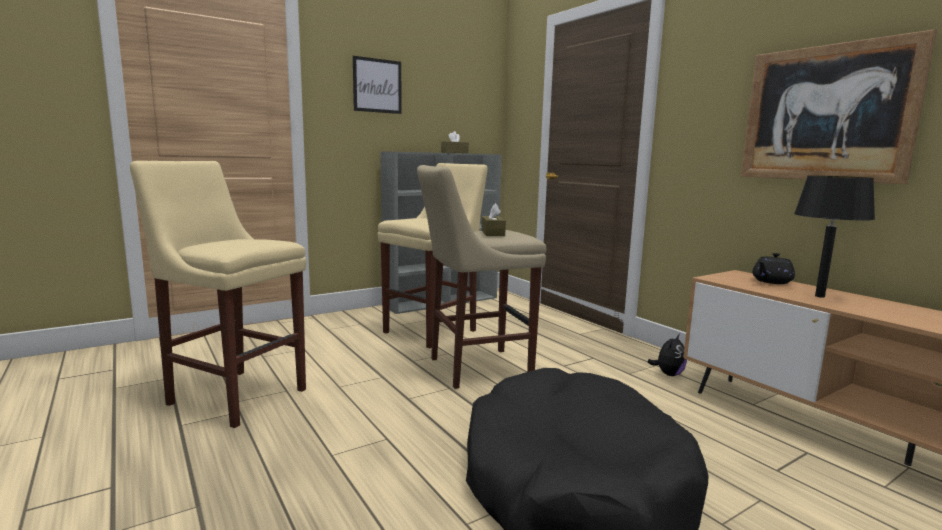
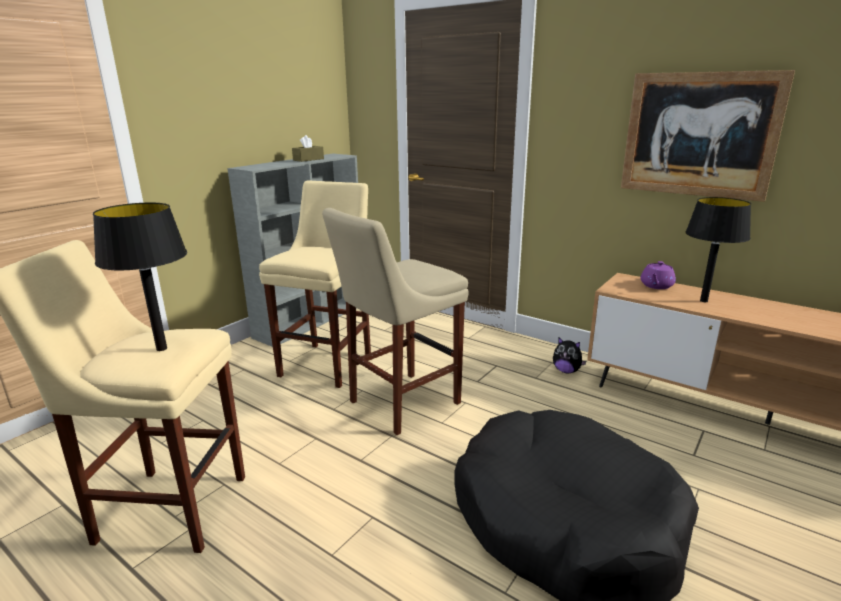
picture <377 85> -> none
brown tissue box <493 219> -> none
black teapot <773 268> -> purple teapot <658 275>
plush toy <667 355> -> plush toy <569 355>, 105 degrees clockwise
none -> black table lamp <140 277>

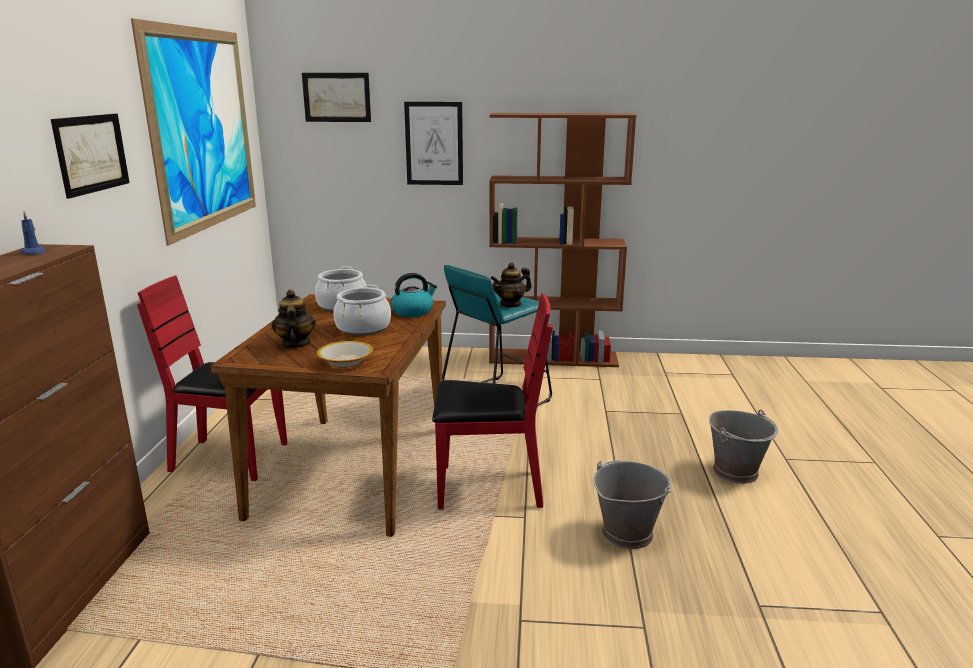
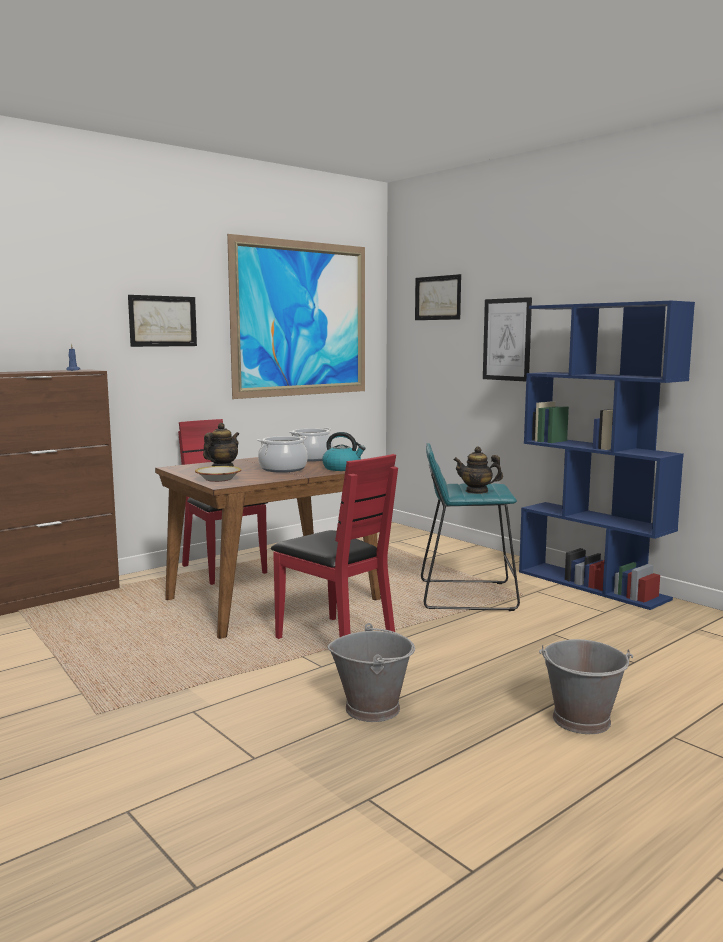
brown bookcase <562 240> -> blue bookcase <607 455>

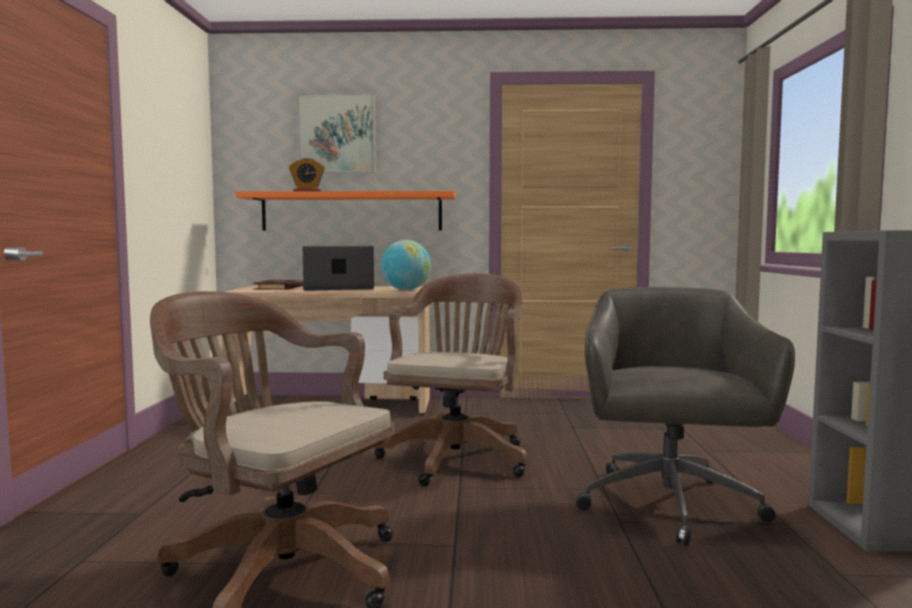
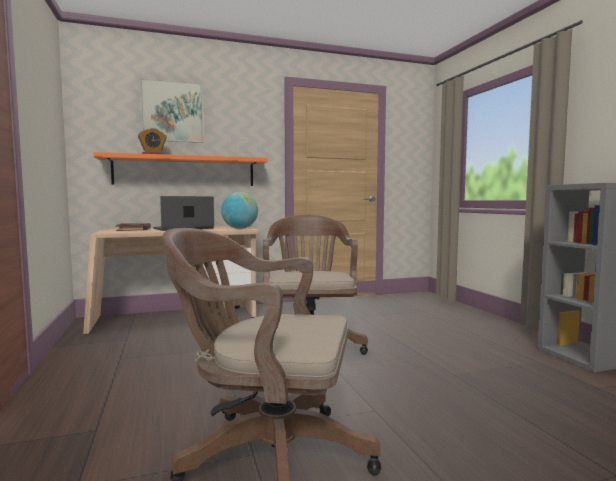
grey office chair <685 416> -> none

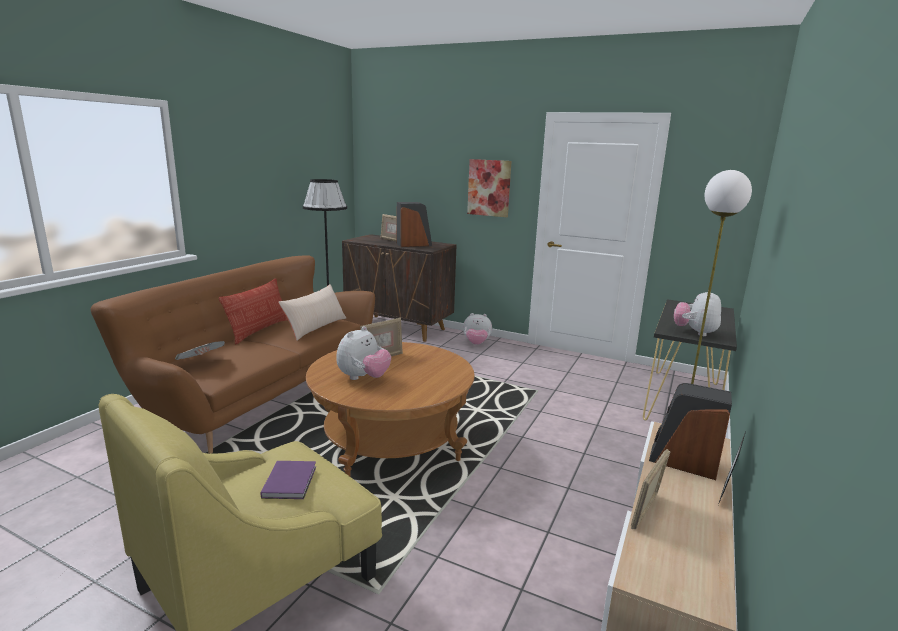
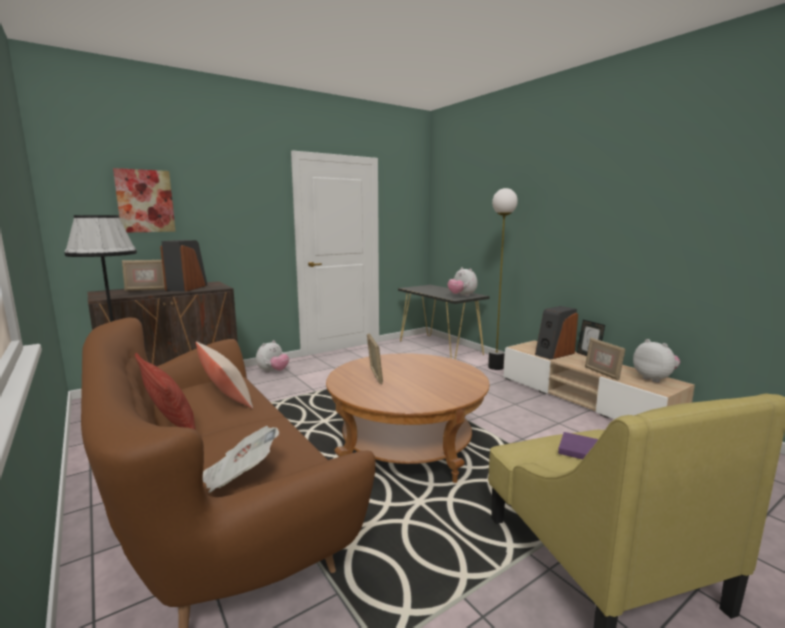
picture <489 188> -> picture <144 200>, shifted
plush toy <363 353> -> plush toy <656 361>, shifted

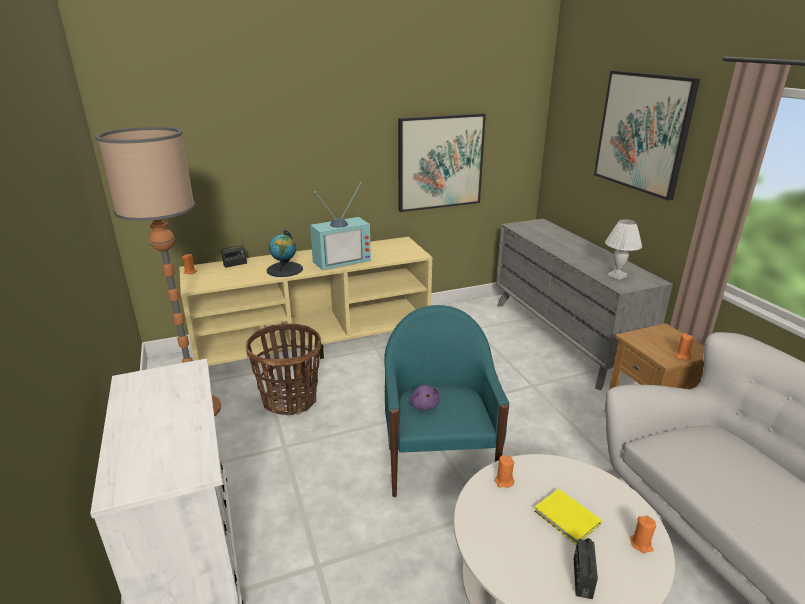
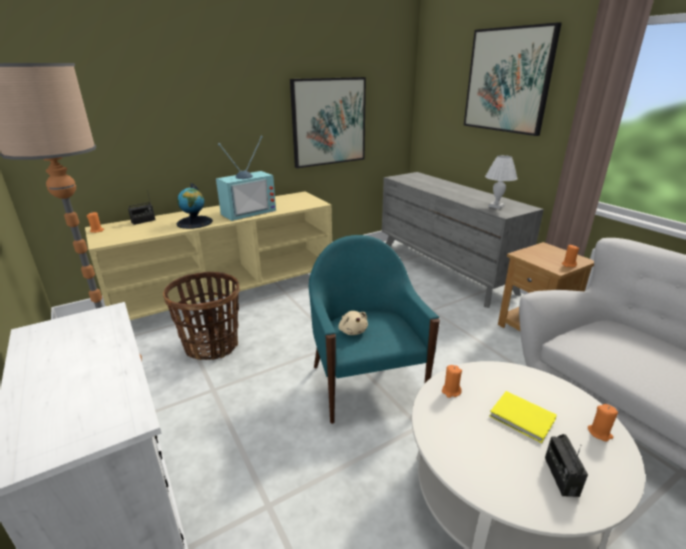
purple plush toy <424 397> -> beige plush toy <353 323>

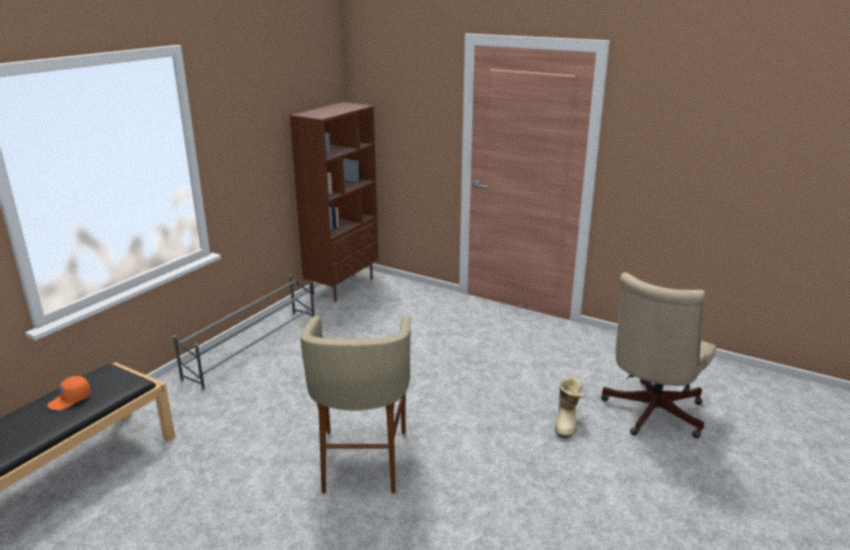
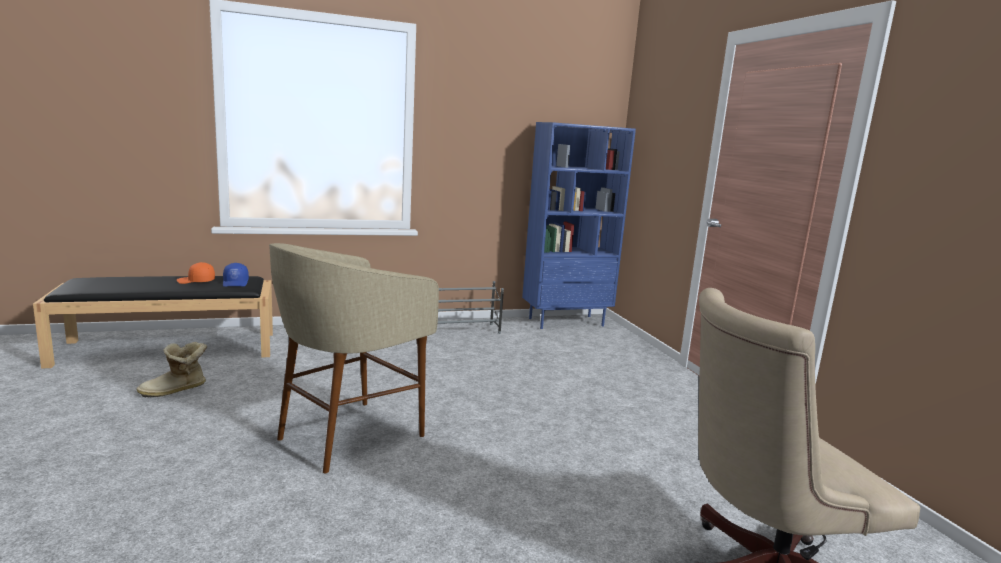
brown bookcase <334 202> -> blue bookcase <579 225>
boot <570 407> -> boot <172 369>, shifted
none -> blue cap <236 275>

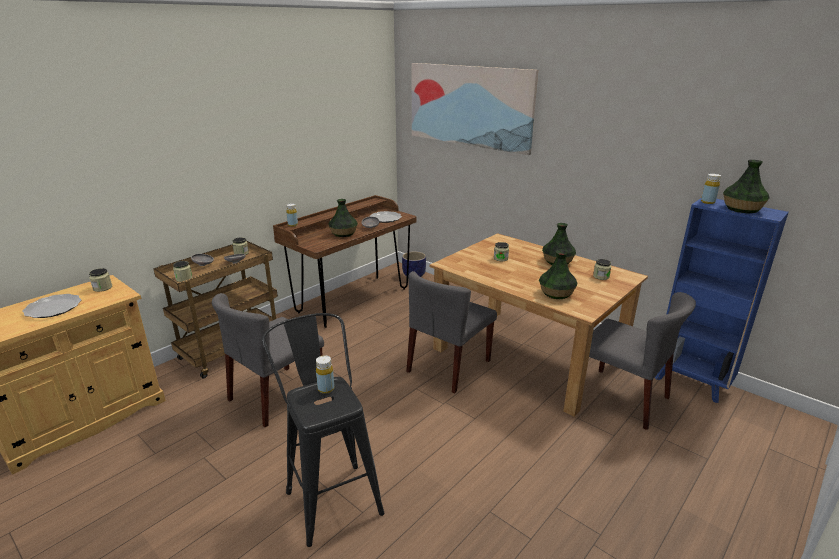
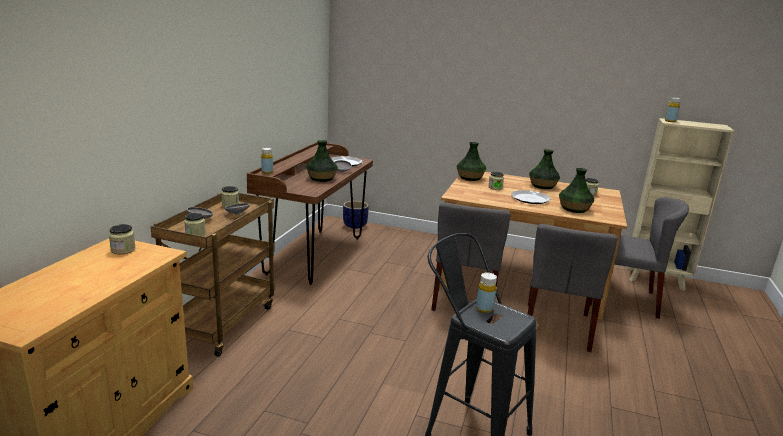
picture <474 109> -> none
vase <746 186> -> vase <471 161>, shifted
blue bookcase <722 300> -> beige bookcase <681 204>
grey chair <268 360> -> grey chair <572 288>, shifted
plate <51 306> -> plate <531 197>, shifted

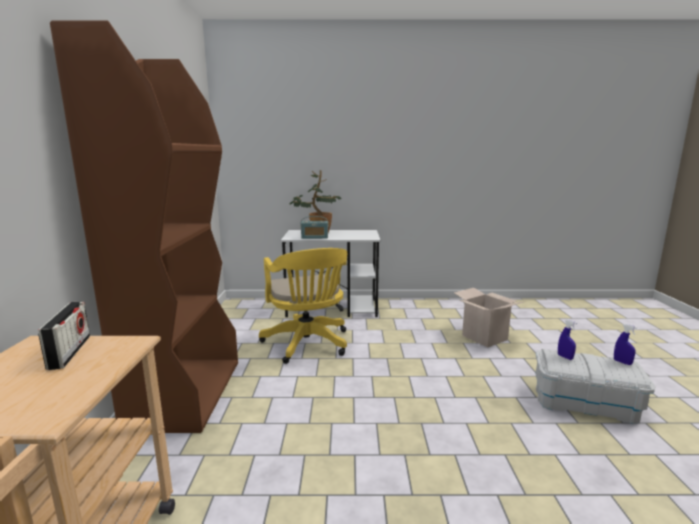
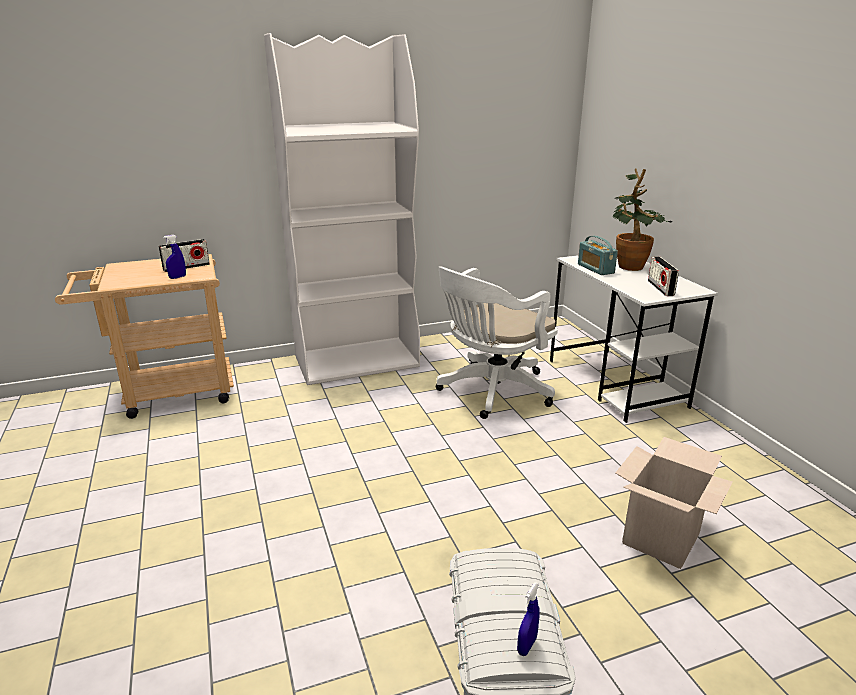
brown bookcase <144 226> -> white bookcase <342 209>
yellow office chair <303 306> -> white office chair <497 343>
blue spray bottle <567 340> -> blue spray bottle <174 257>, shifted
none -> radio <663 276>

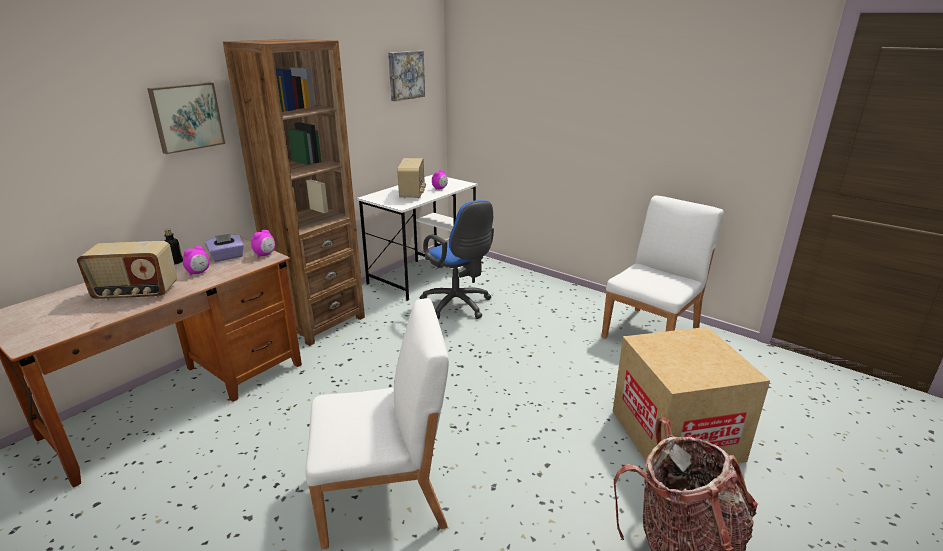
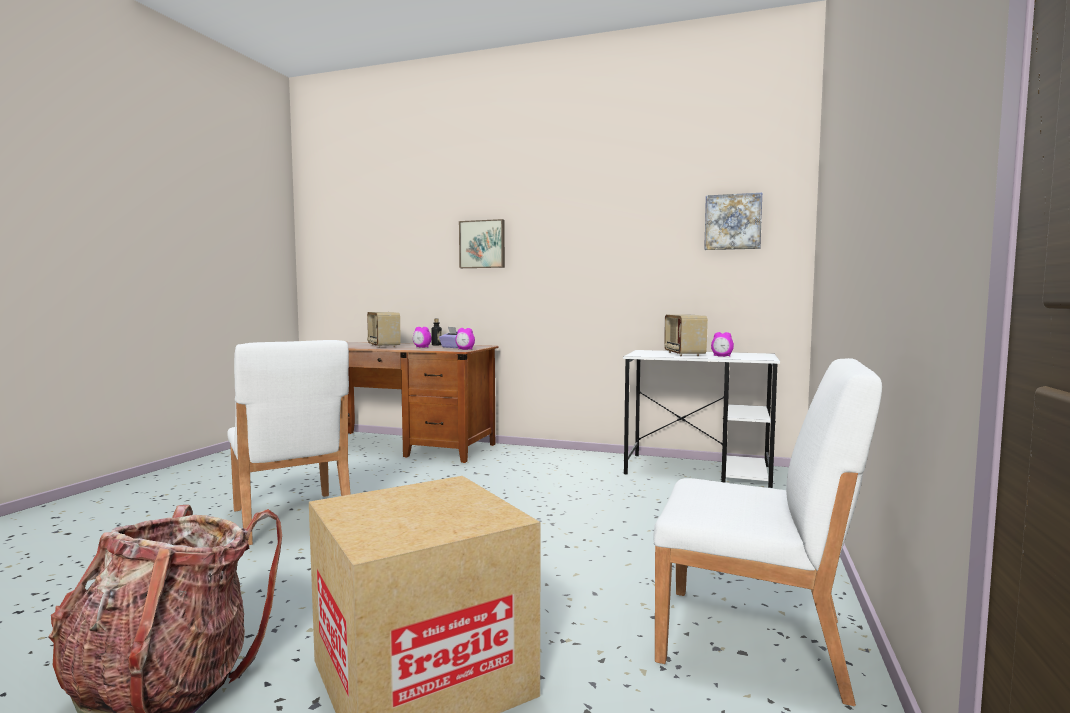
brown bookcase <294 192> -> none
radio <412 178> -> radio <686 335>, 105 degrees clockwise
blue office chair <457 259> -> none

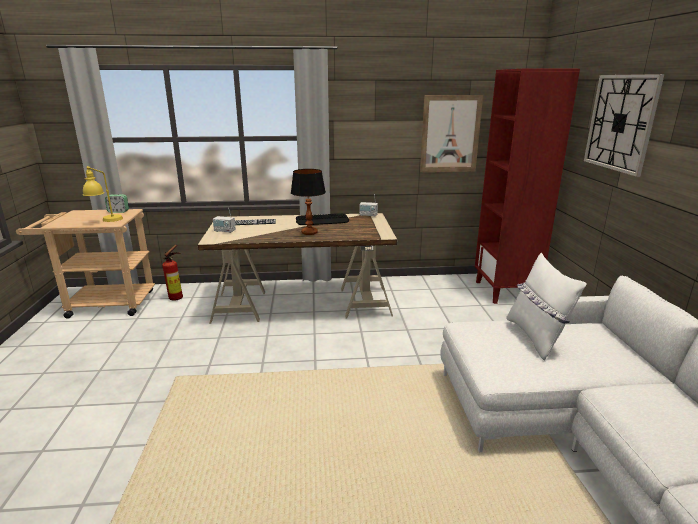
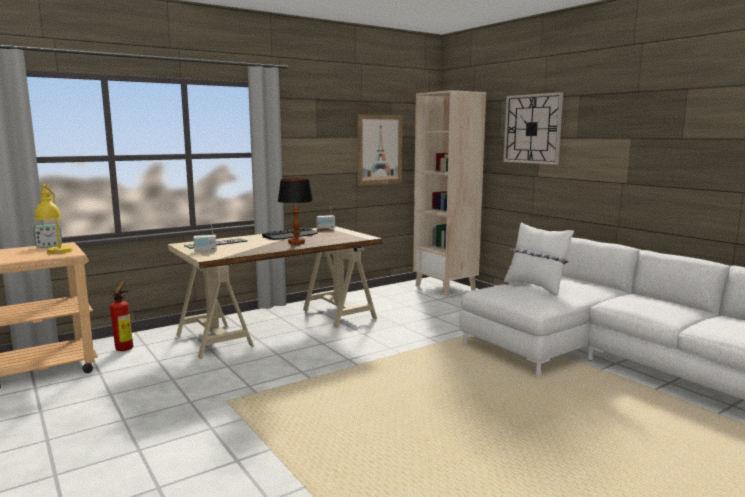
red bookcase <527 186> -> beige bookcase <449 193>

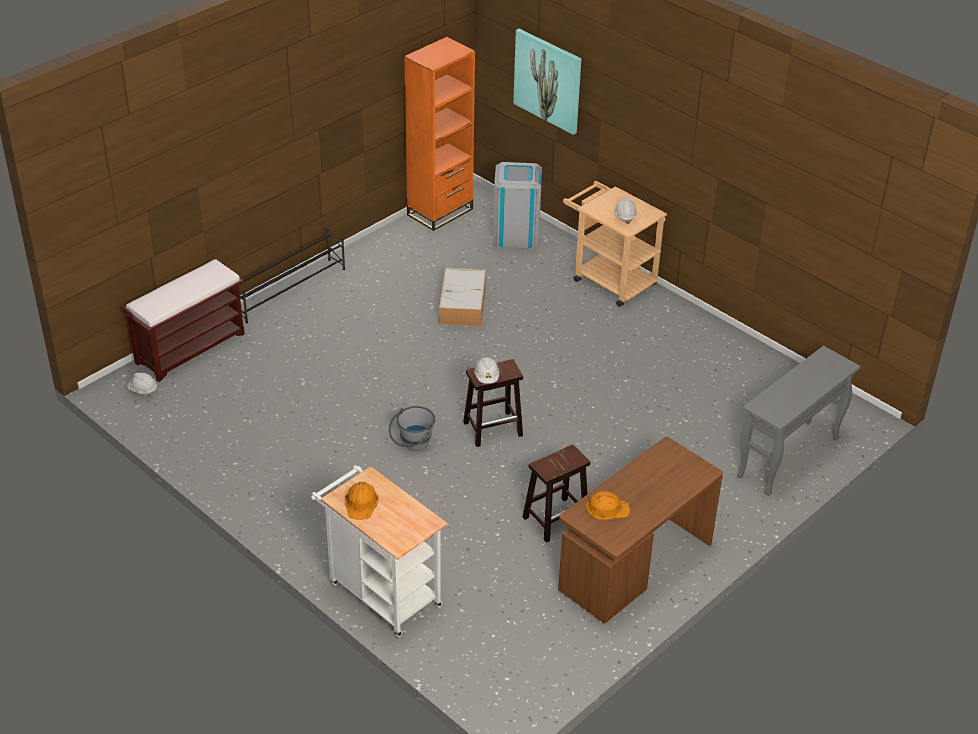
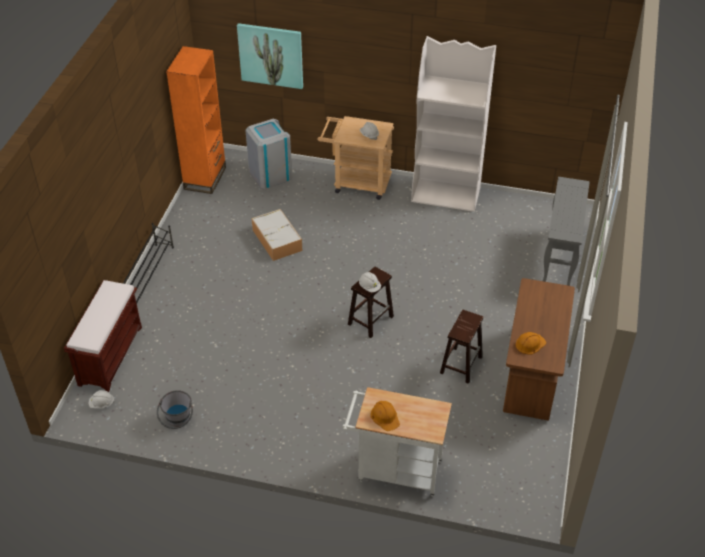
grey bucket <412 428> -> grey bucket <175 409>, shifted
none -> white bookcase <453 124>

